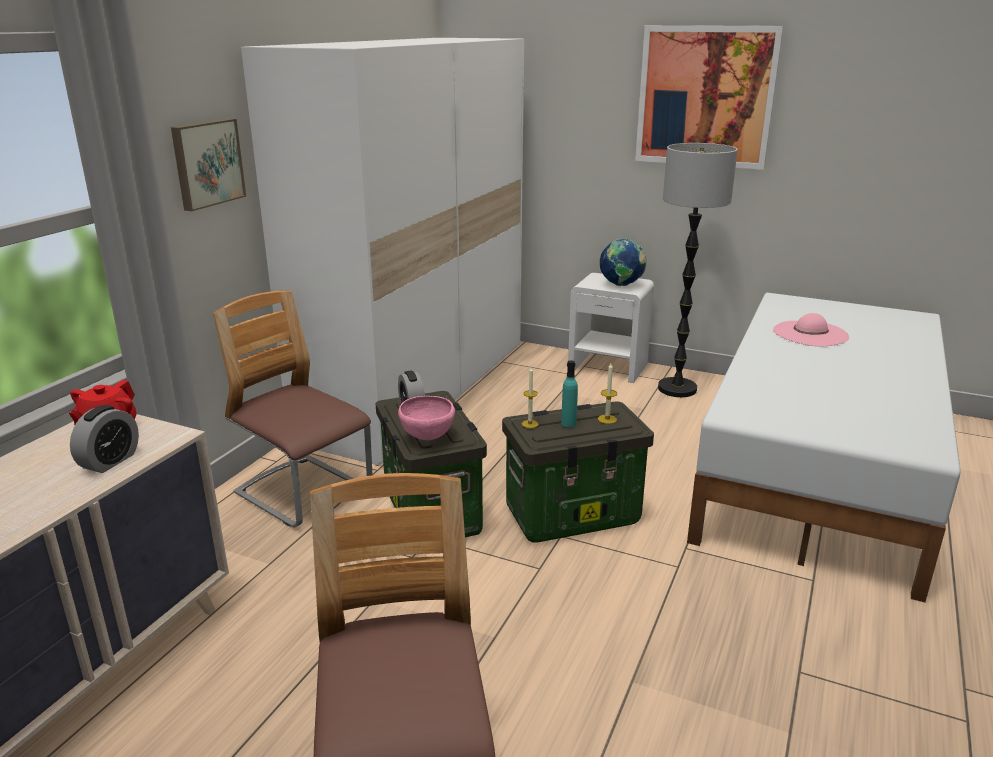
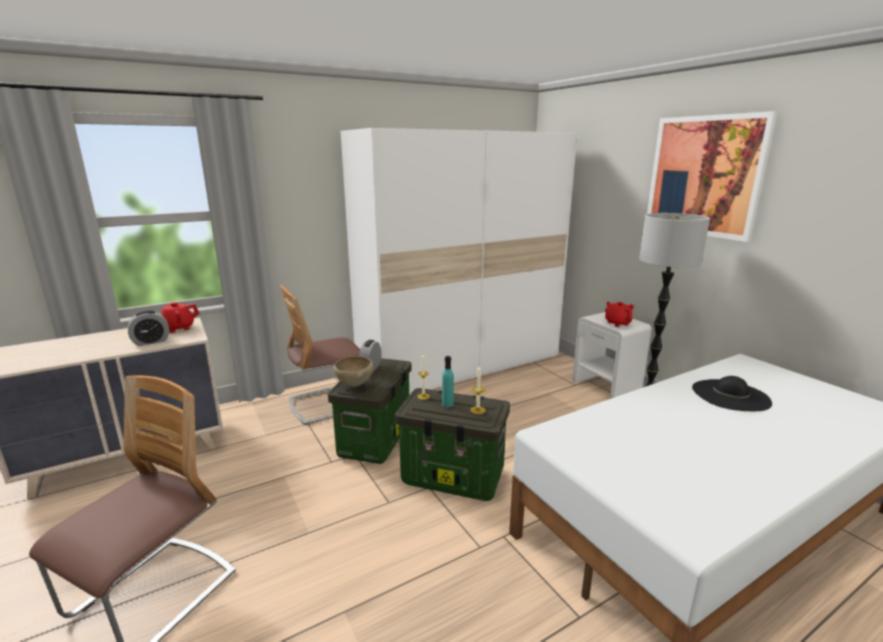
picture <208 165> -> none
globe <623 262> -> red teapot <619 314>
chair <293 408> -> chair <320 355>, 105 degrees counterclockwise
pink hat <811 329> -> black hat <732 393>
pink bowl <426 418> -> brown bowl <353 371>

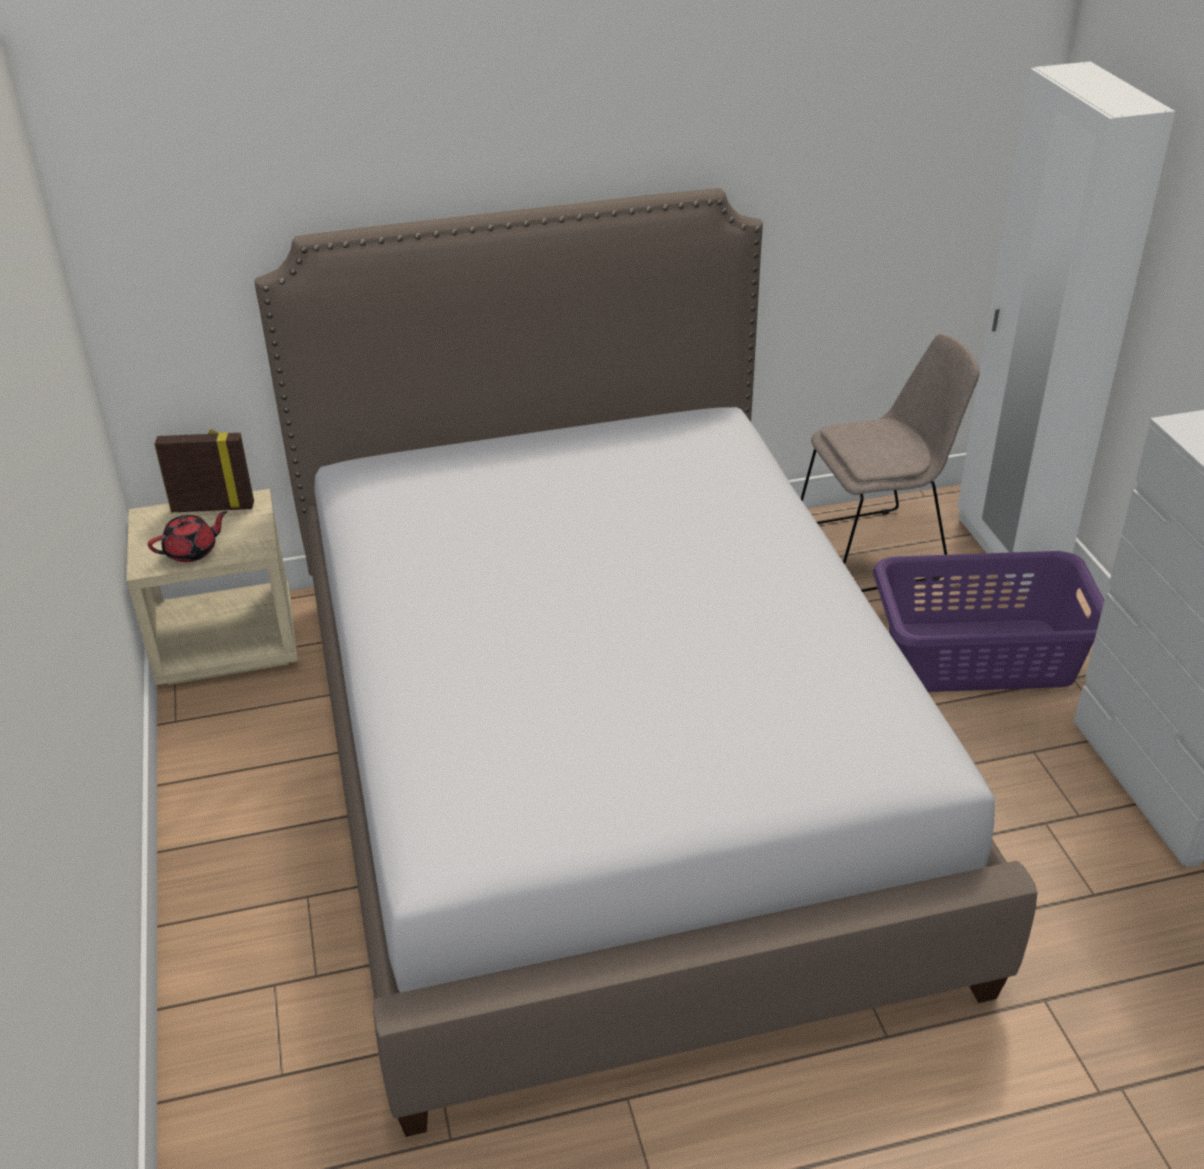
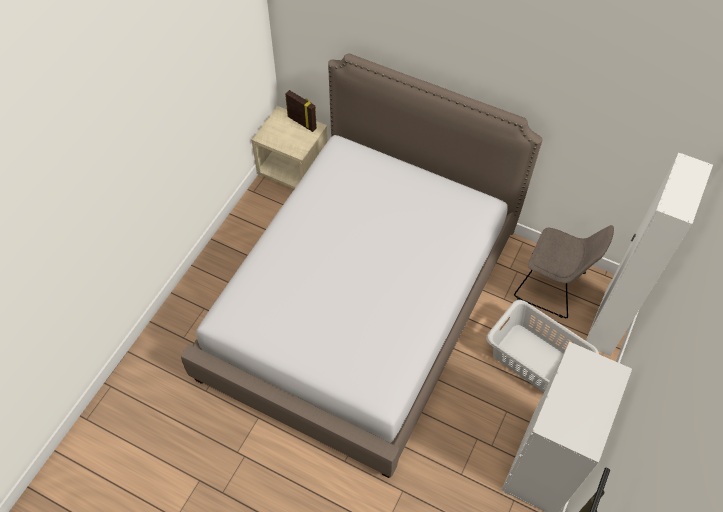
red teapot <188 536> -> none
purple laundry basket <989 621> -> grey laundry basket <542 346>

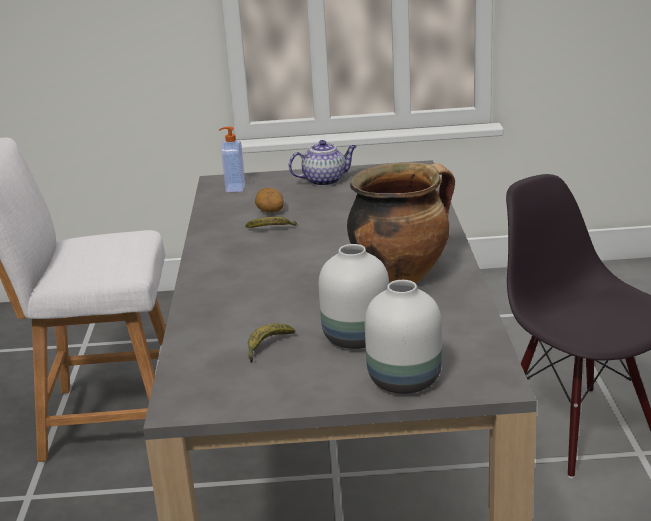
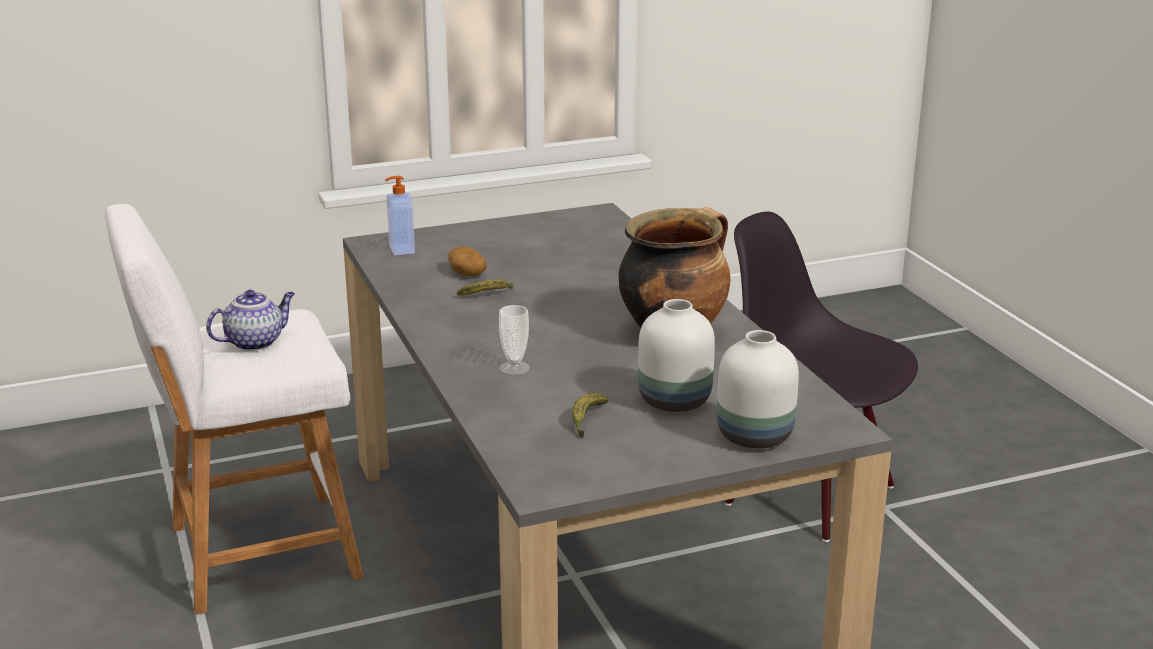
teapot <323 163> -> teapot <250 320>, shifted
none -> cup <514 340>

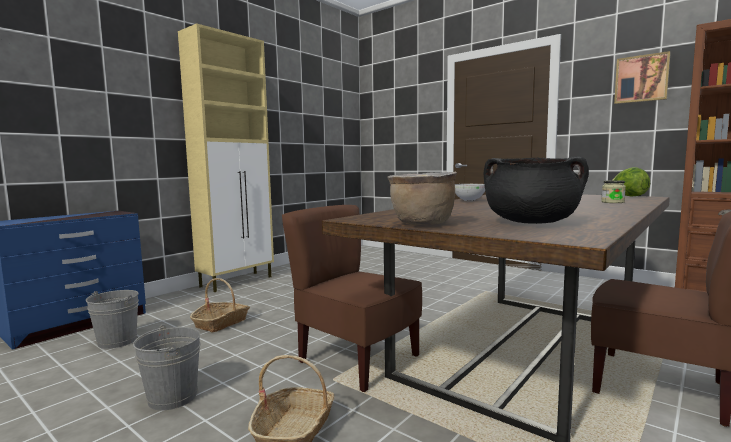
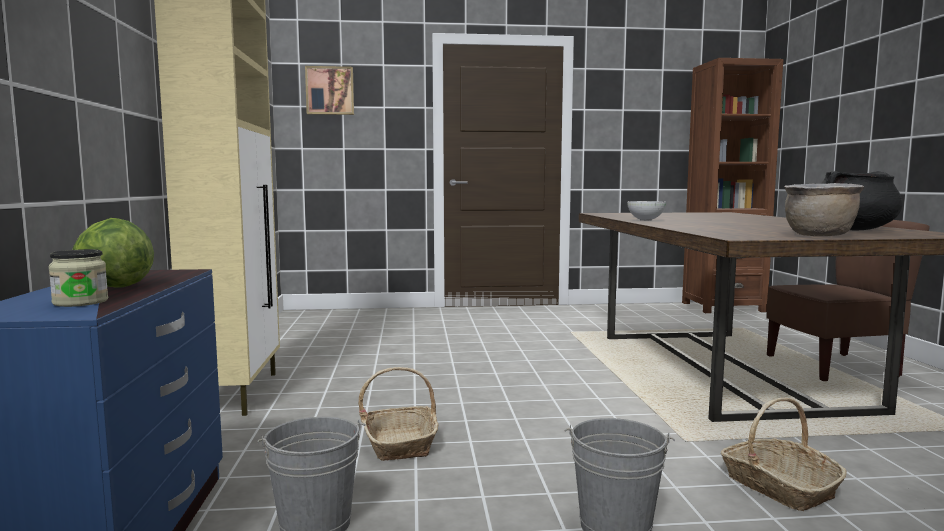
picture <642 77> -> picture <329 90>, shifted
lettuce <631 181> -> lettuce <113 253>, shifted
jar <613 191> -> jar <78 278>, shifted
brown chair <352 298> -> none

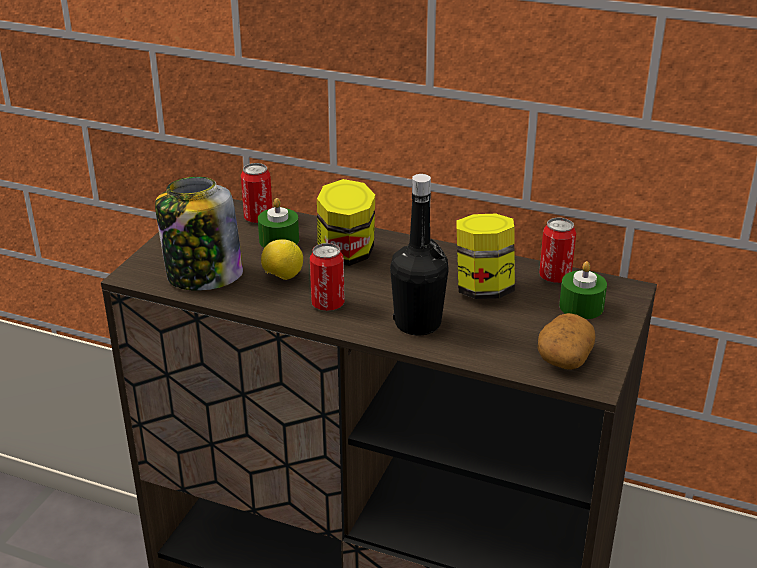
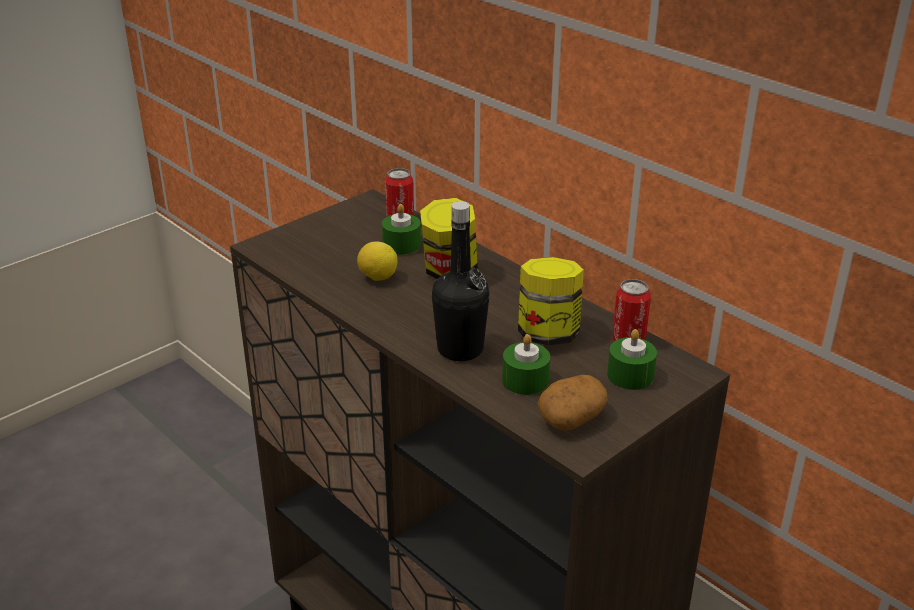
jar <199 234> -> none
can <327 277> -> none
none -> green candle <526 364>

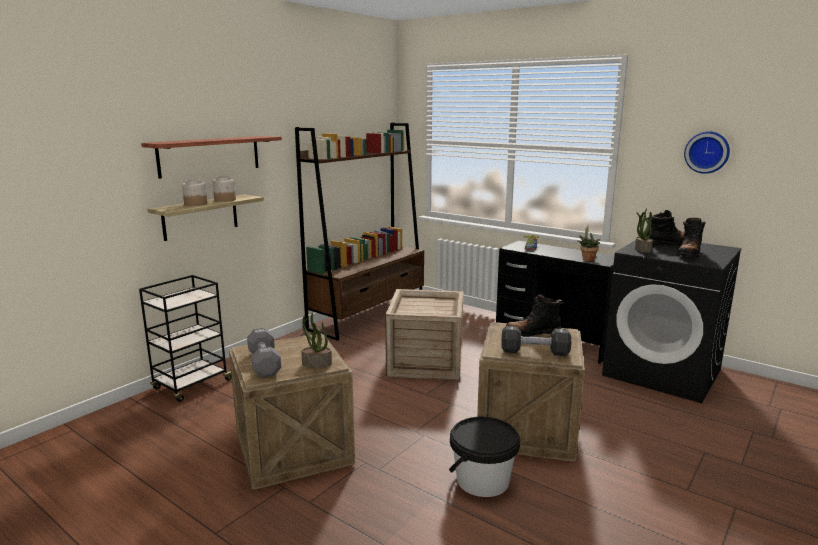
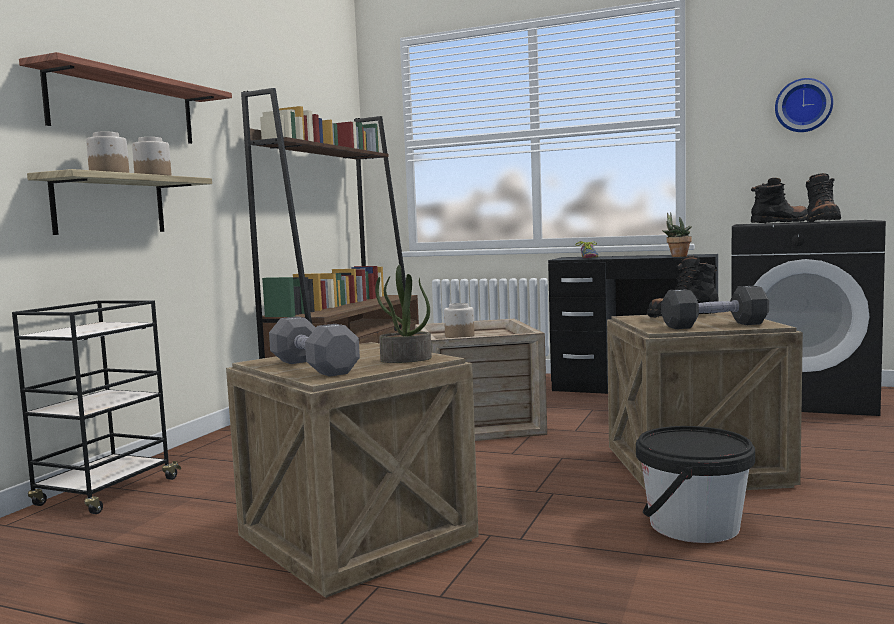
potted plant <644 230> -> none
none -> jar <459 320>

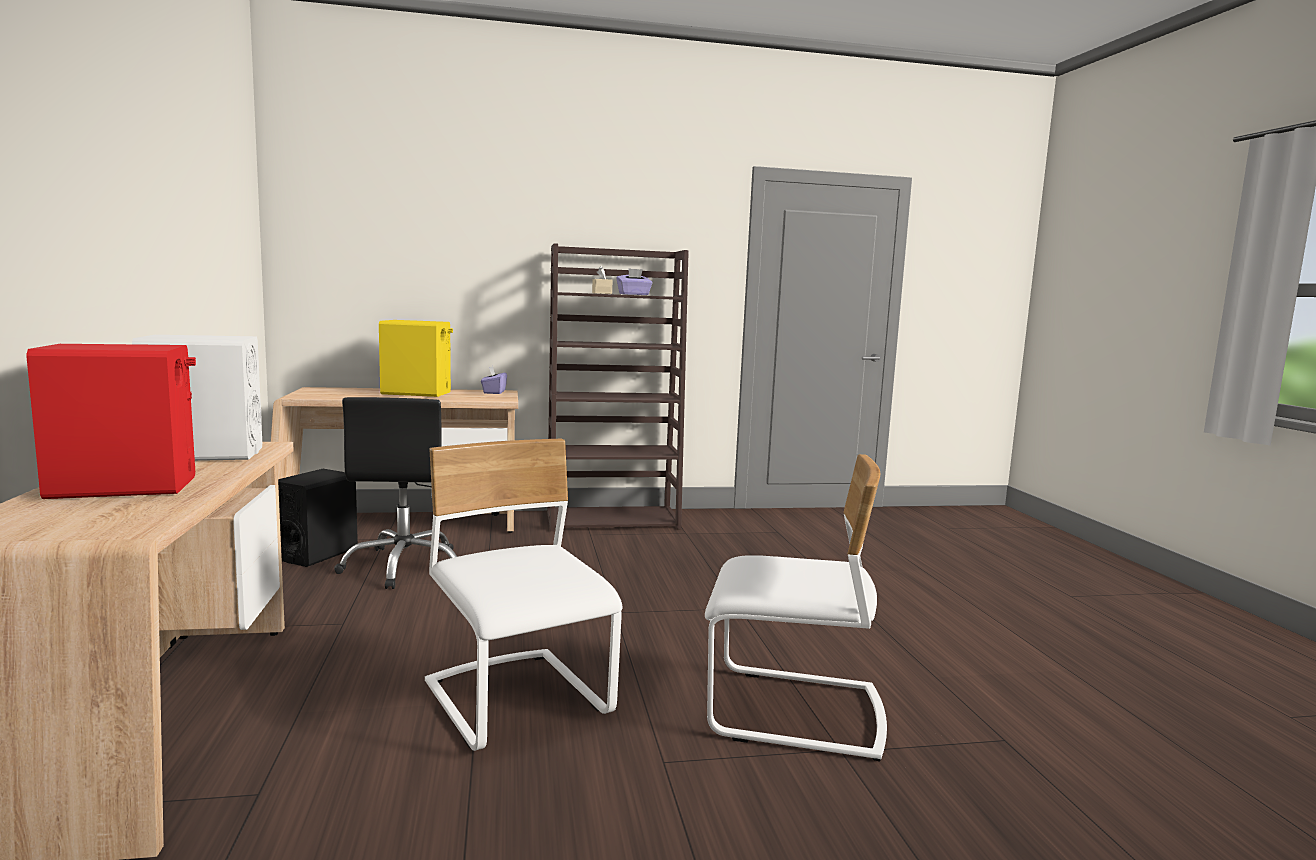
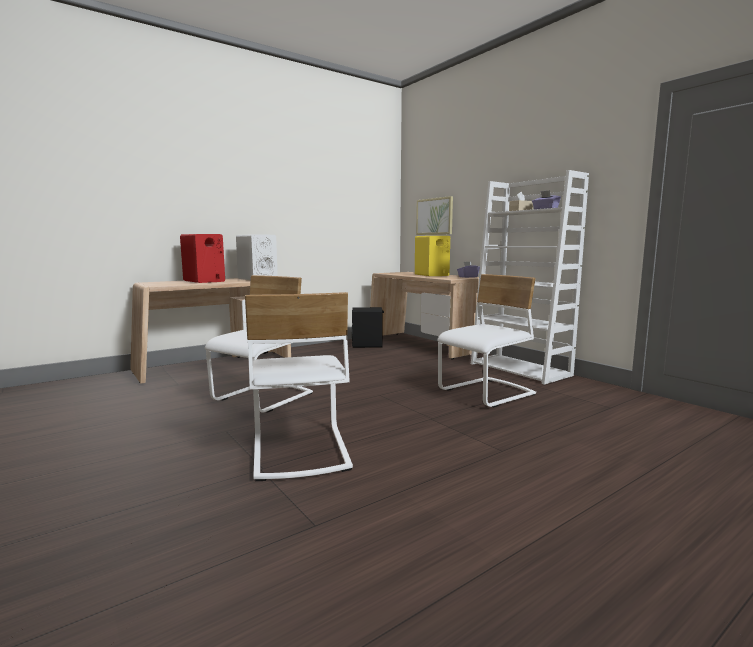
brown bookcase <618 387> -> white bookcase <530 277>
black office chair <395 493> -> none
none -> picture <434 215>
none -> white chair <486 340>

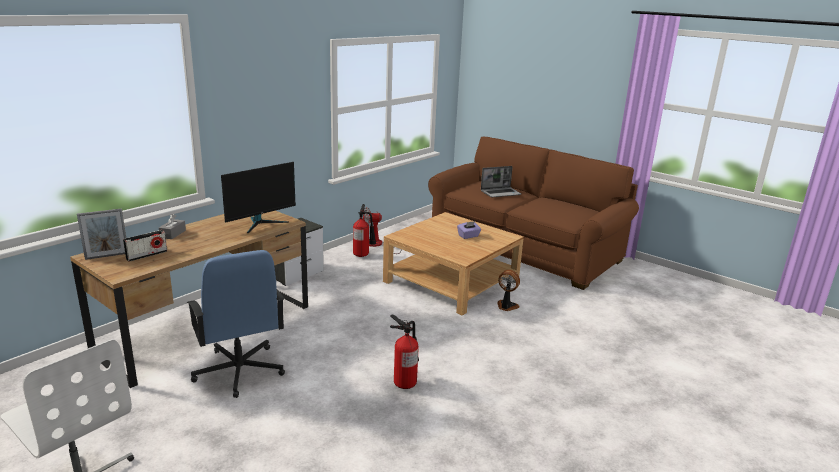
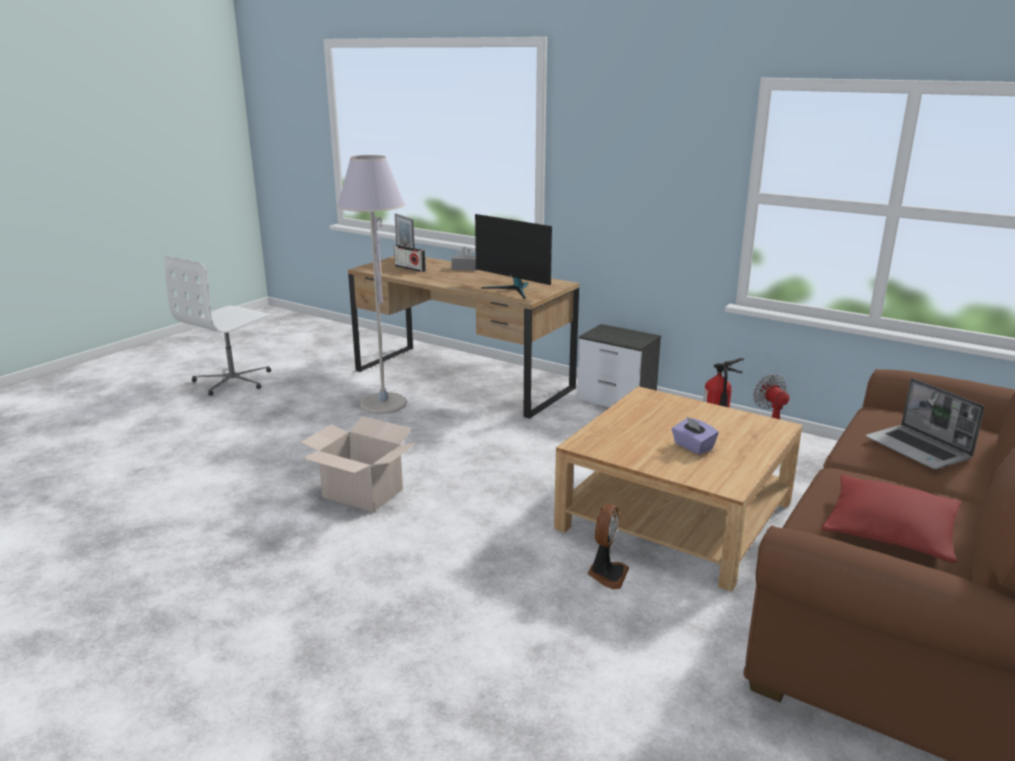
blue office chair <236 324> -> grey floor lamp <372 284>
fire extinguisher <404 352> -> cardboard box <359 464>
none -> red pillow <891 519>

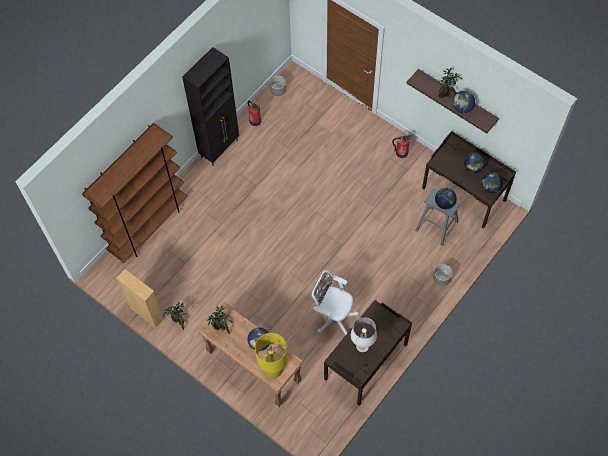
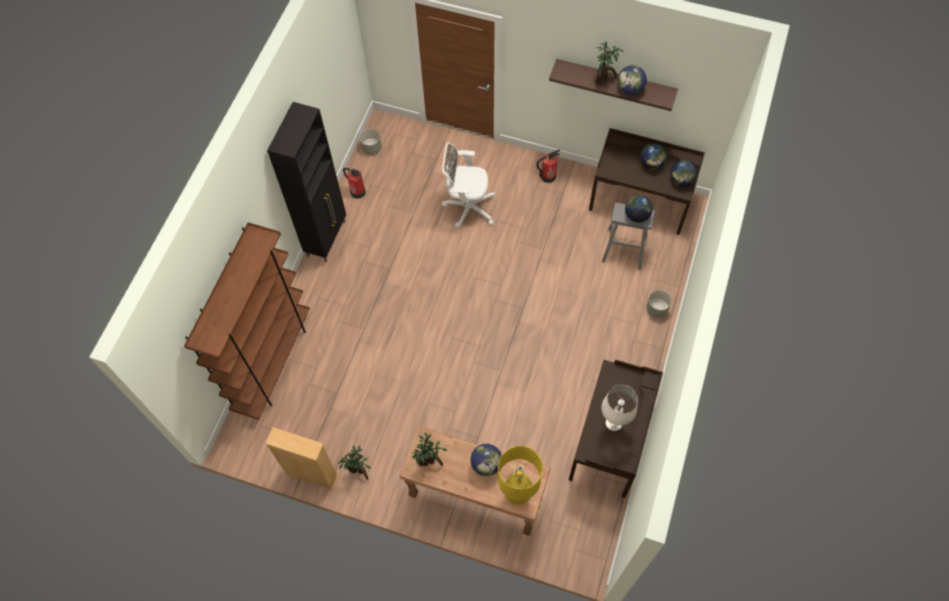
white office chair <335 302> -> white office chair <468 185>, shifted

